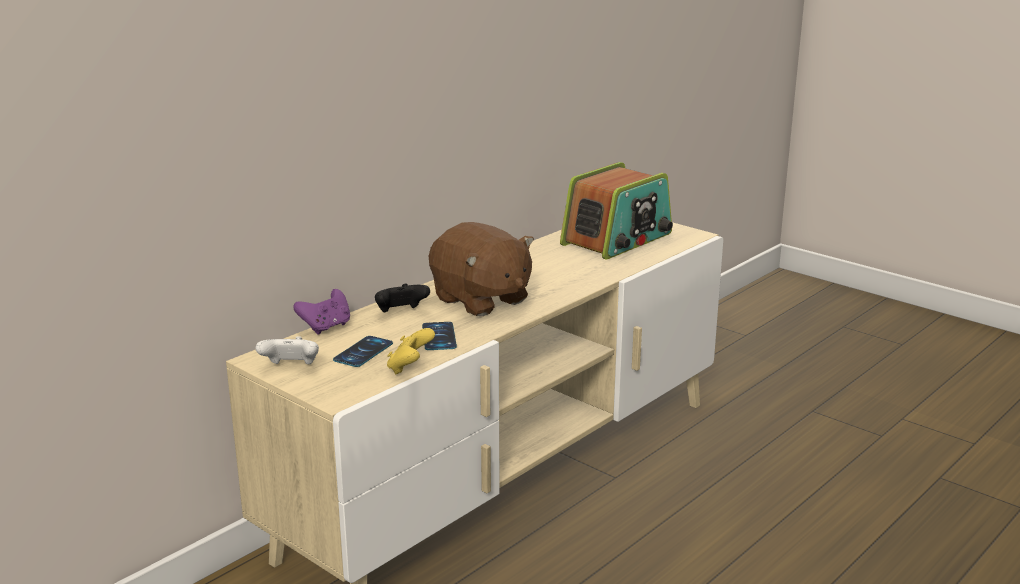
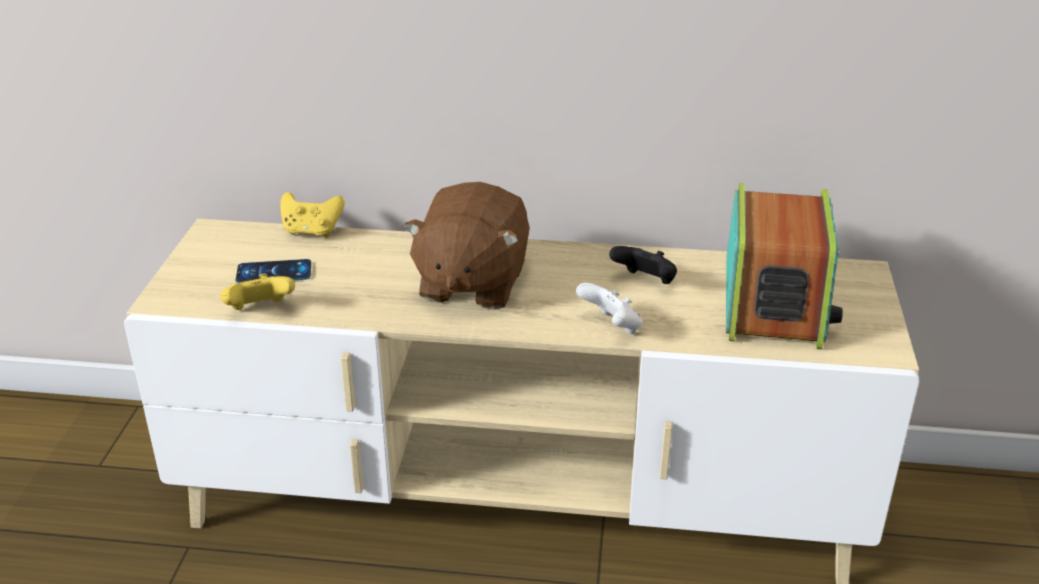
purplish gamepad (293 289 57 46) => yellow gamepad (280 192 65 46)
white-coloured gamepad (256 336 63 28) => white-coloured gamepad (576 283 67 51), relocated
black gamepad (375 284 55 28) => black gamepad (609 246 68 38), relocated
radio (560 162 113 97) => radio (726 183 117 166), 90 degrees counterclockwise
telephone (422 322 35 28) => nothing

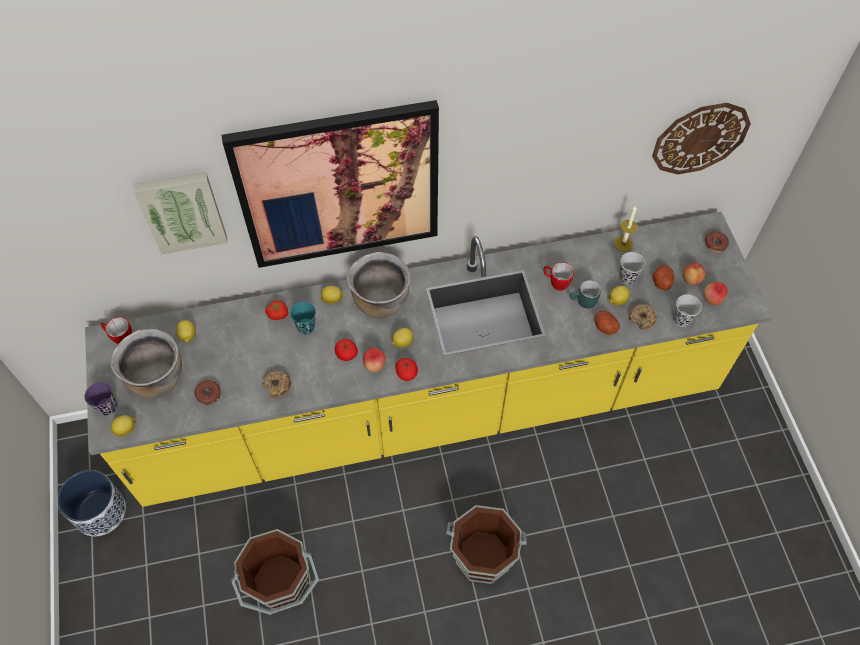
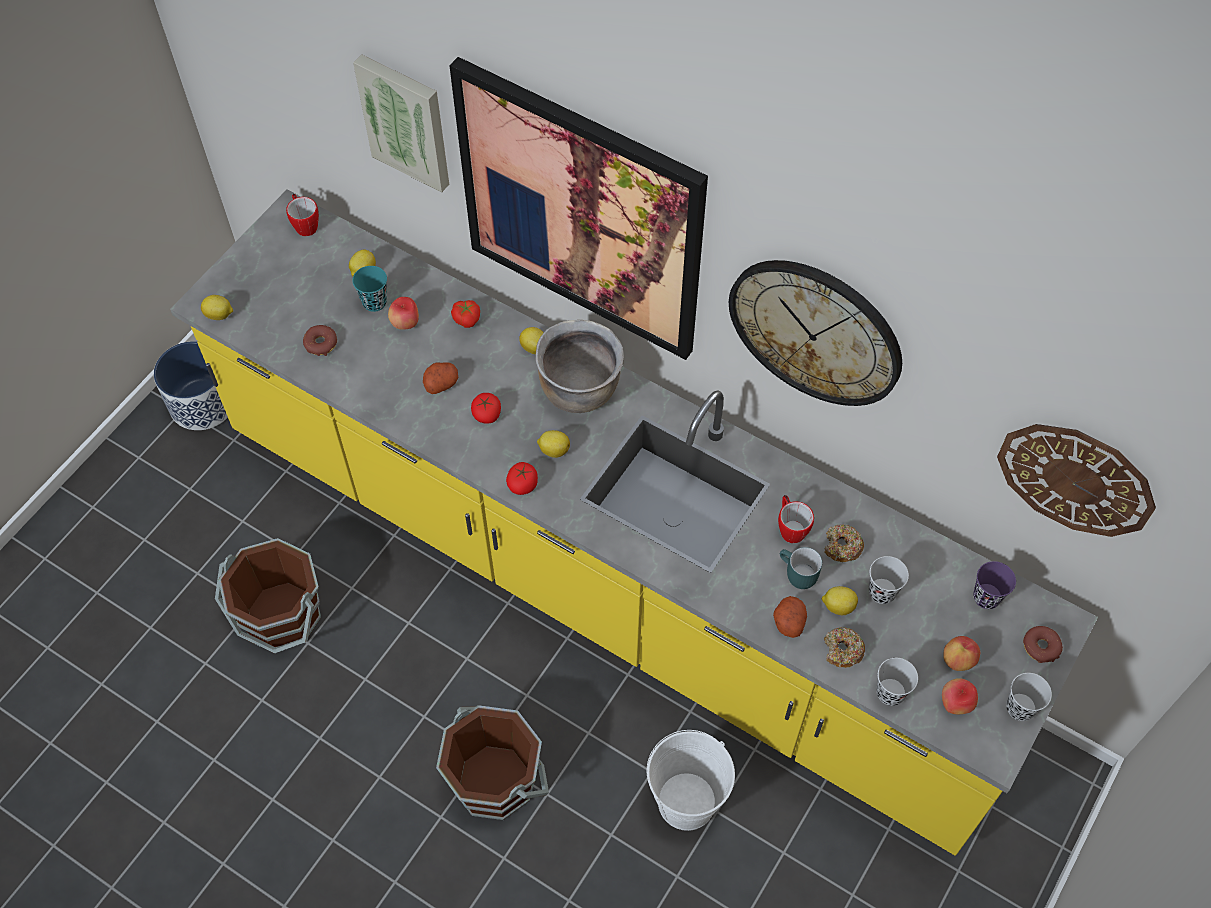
blue-green small cup (290 302 26 32) => blue-green small cup (352 266 35 46), relocated
apple fruit (363 348 23 25) => apple fruit (388 297 31 33), relocated
spud (653 265 21 25) => spud (423 362 35 32), relocated
nothing => white-coloured bucket (646 730 89 101)
nothing => clock on the wall (729 260 173 146)
donut (262 371 29 26) => donut (824 524 40 38), relocated
purplish small cup (85 382 32 33) => purplish small cup (973 561 43 48), relocated
nothing => black small cup (1006 673 46 48)
brownish cooking pot (111 329 71 70) => nothing
wax candle (614 205 23 47) => nothing

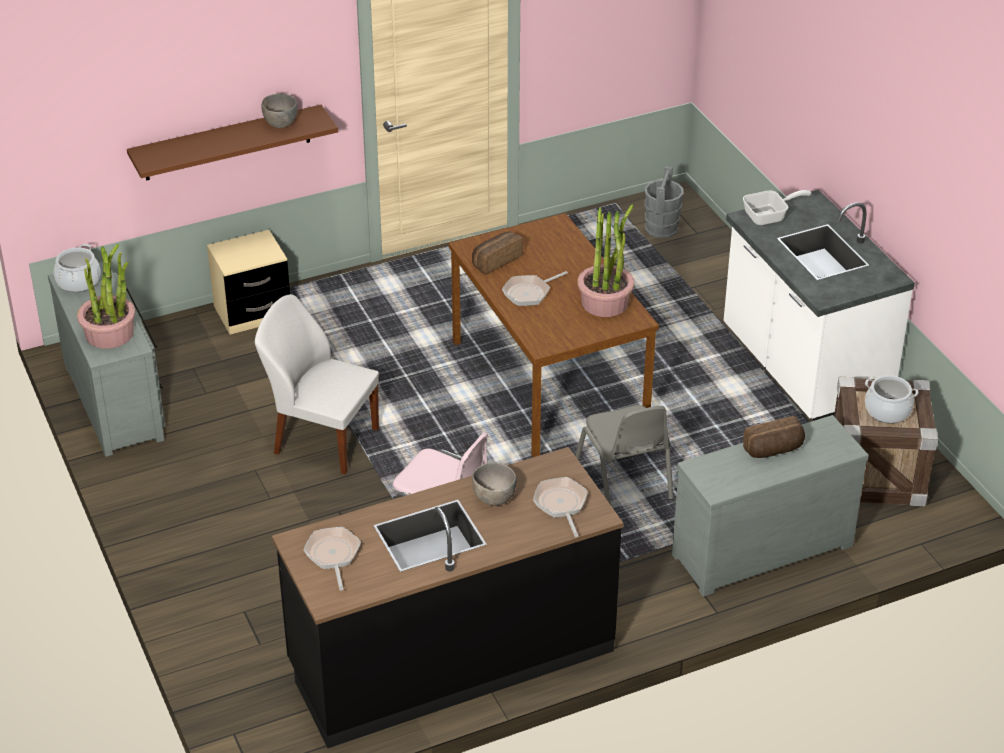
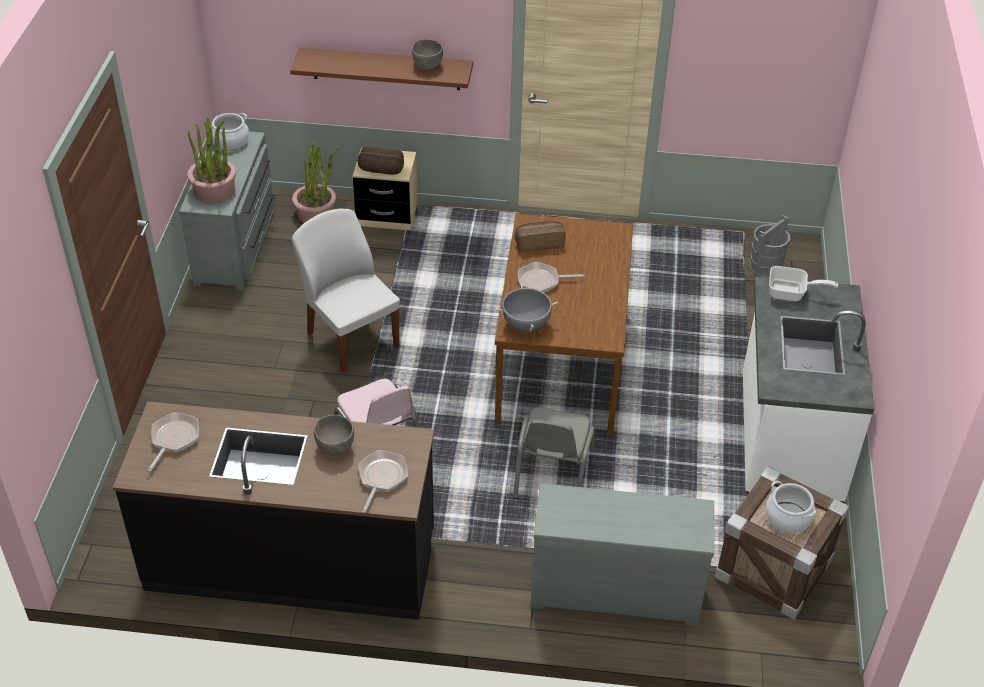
plant in a pot (577 204 57 113) => plant in a pot (292 141 47 82), relocated
bakery bread (743 416 62 42) => bakery bread (358 147 46 28), relocated
nothing => grey cooking pot (496 284 62 48)

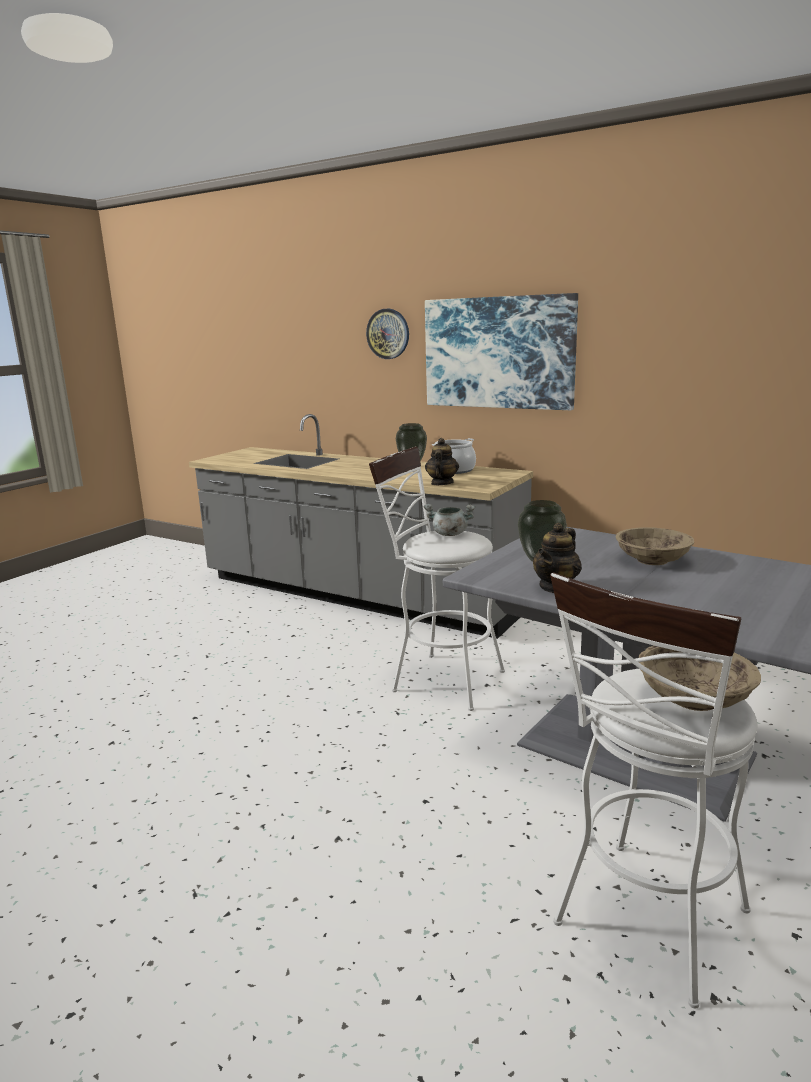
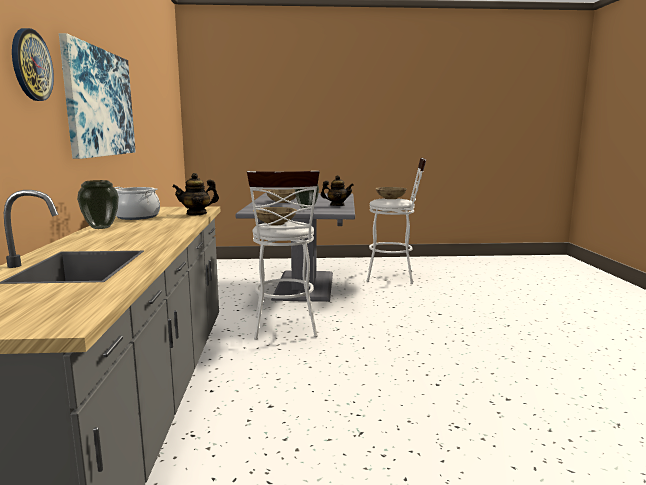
grey cooking pot (423 504 52 32) => sand-coloured serving bowl (253 207 44 18)

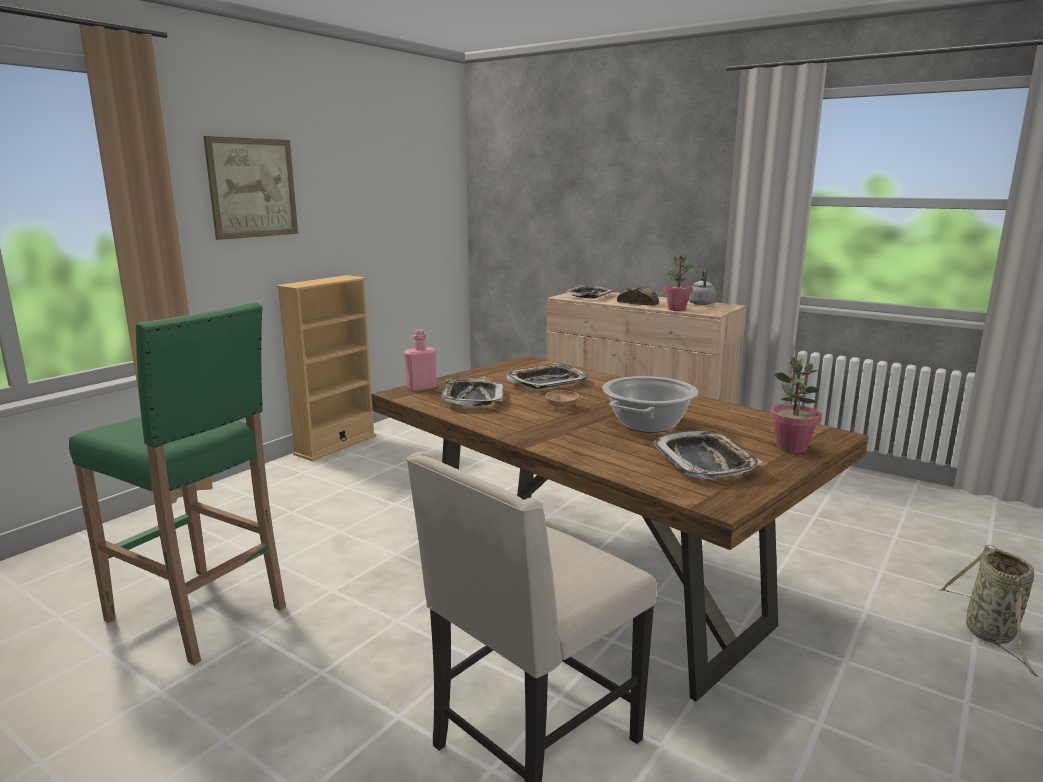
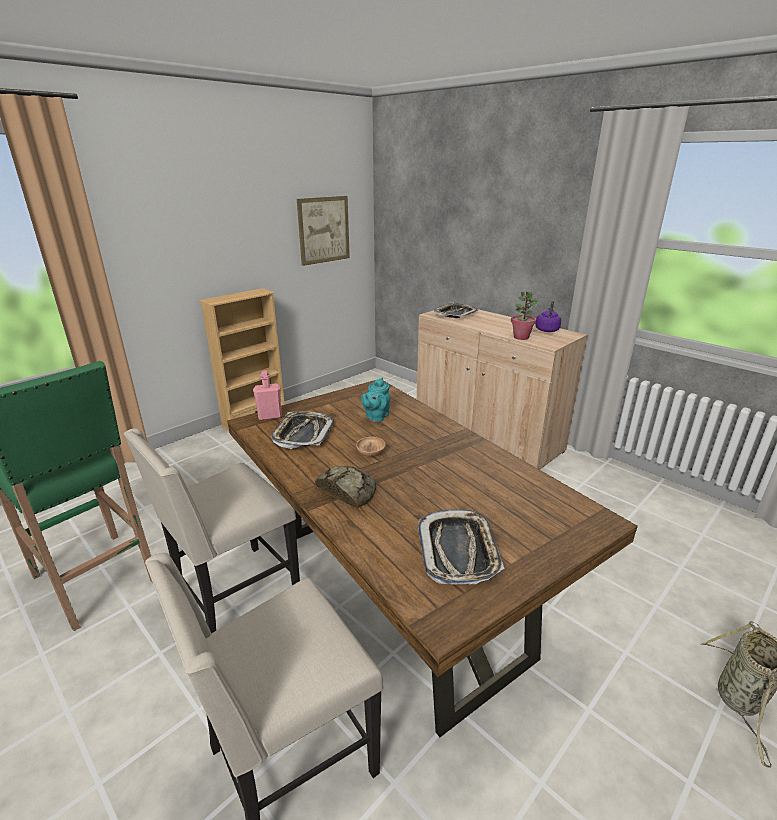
nothing => sand-coloured upright chair (124 428 176 205)
wall picture (203 136 95 104) => wall picture (297 196 53 70), relocated
bakery bread (617 287 42 19) => bakery bread (315 466 61 42), relocated
serving tray (506 363 83 26) => blue-green pot for tea (361 378 29 44)
grey kettle (688 269 28 36) => purplish kettle (536 300 25 32)
cooking pot (602 376 96 57) => nothing
plant in a pot (770 357 52 96) => nothing

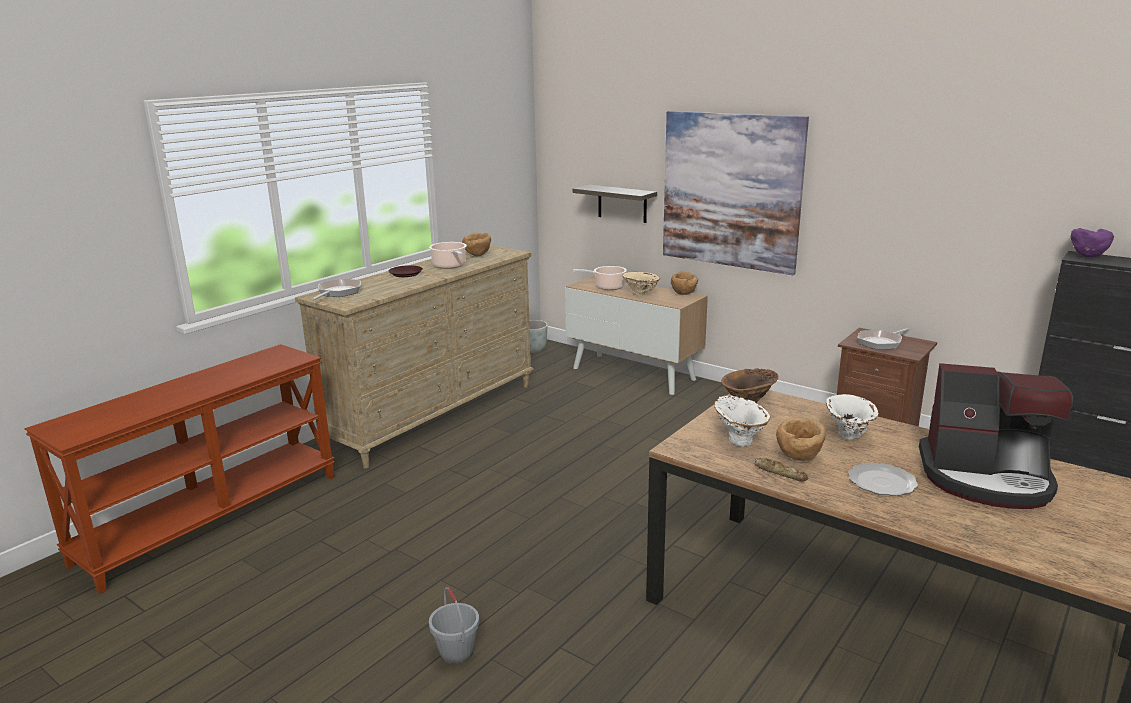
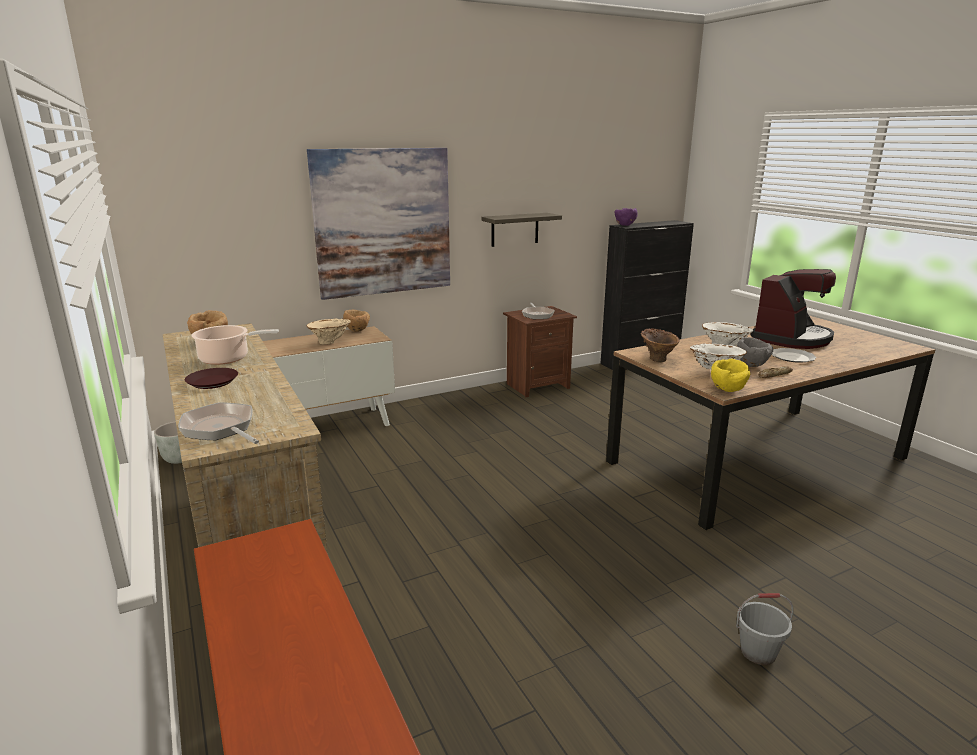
bracket shelf (573 185 84 38) => bracket shelf (481 213 81 34), relocated
nothing => yellow serving bowl (711 358 39 34)
brownish serving bowl (776 418 50 43) => grey serving bowl (737 337 36 30)
cooking pot (573 266 54 24) => nothing

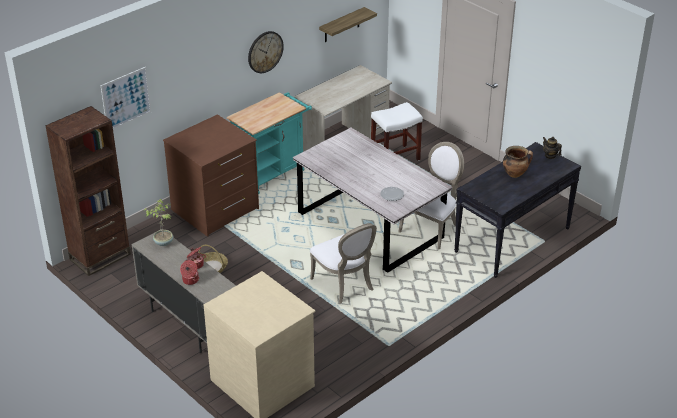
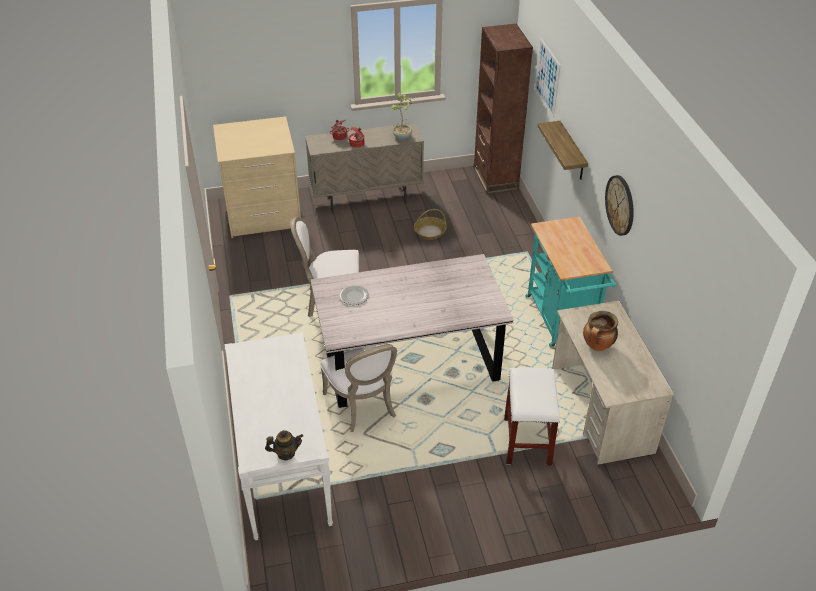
black console table (454 142 127 136) => white-coloured console table (224 332 109 208)
bracket shelf (319 7 58 35) => bracket shelf (538 121 50 59), relocated
cooking pot (503 146 30 32) => cooking pot (583 311 35 40), relocated
brownish chest of drawers (163 114 96 123) => nothing

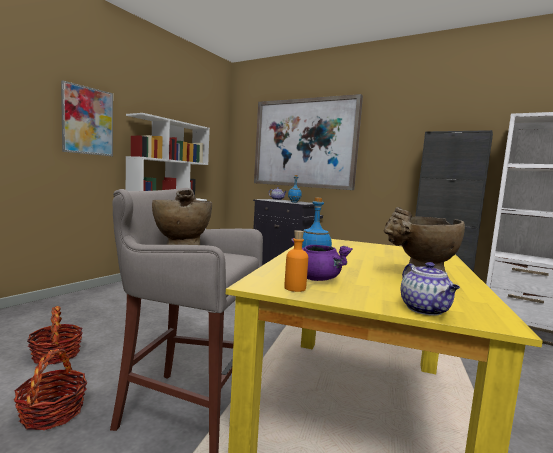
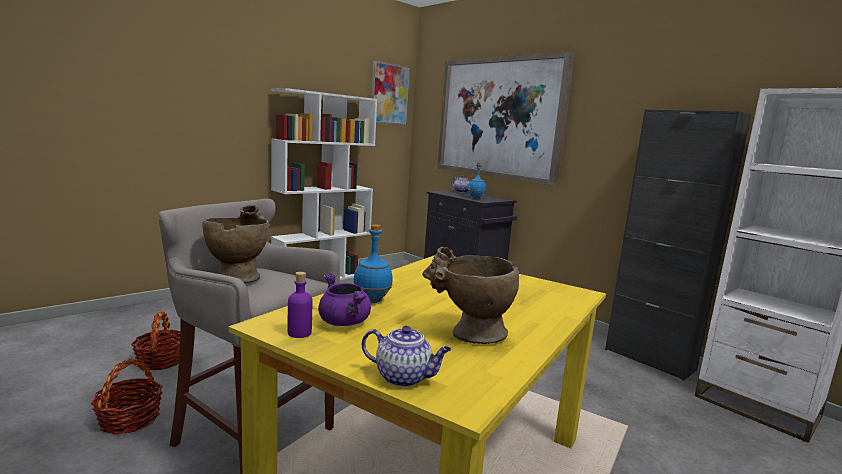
orangey bottle (284 230 24 62) => purplish bottle (288 272 24 66)
pot for tea (401 262 59 54) => pot for tea (362 326 89 61), 75 degrees counterclockwise
wall picture (61 80 52 76) => wall picture (371 60 39 65), relocated

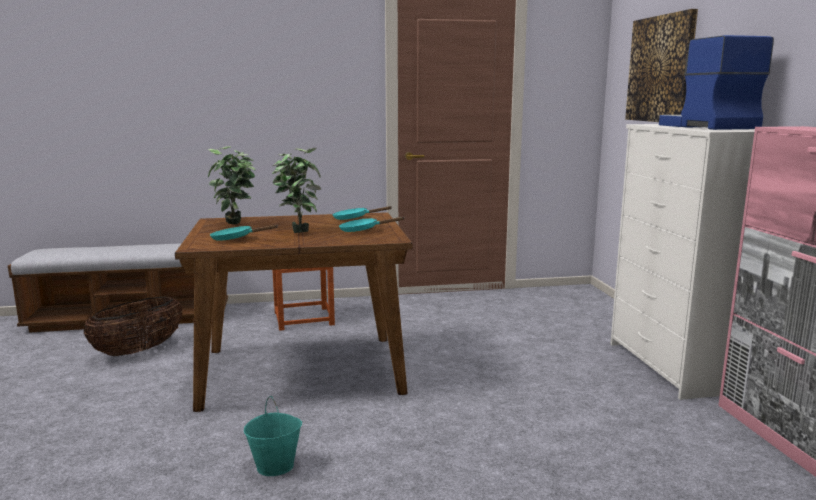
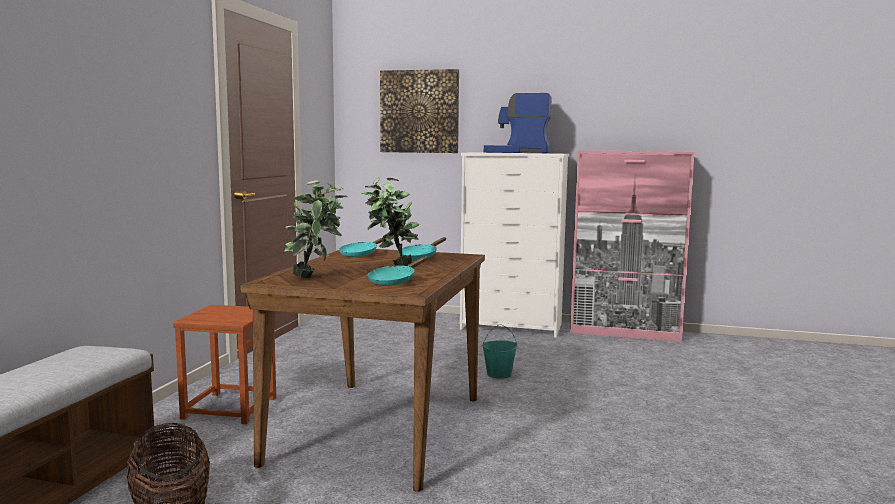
blue-green bucket (244 396 58 80) => blue-green bucket (482 324 35 55), relocated

